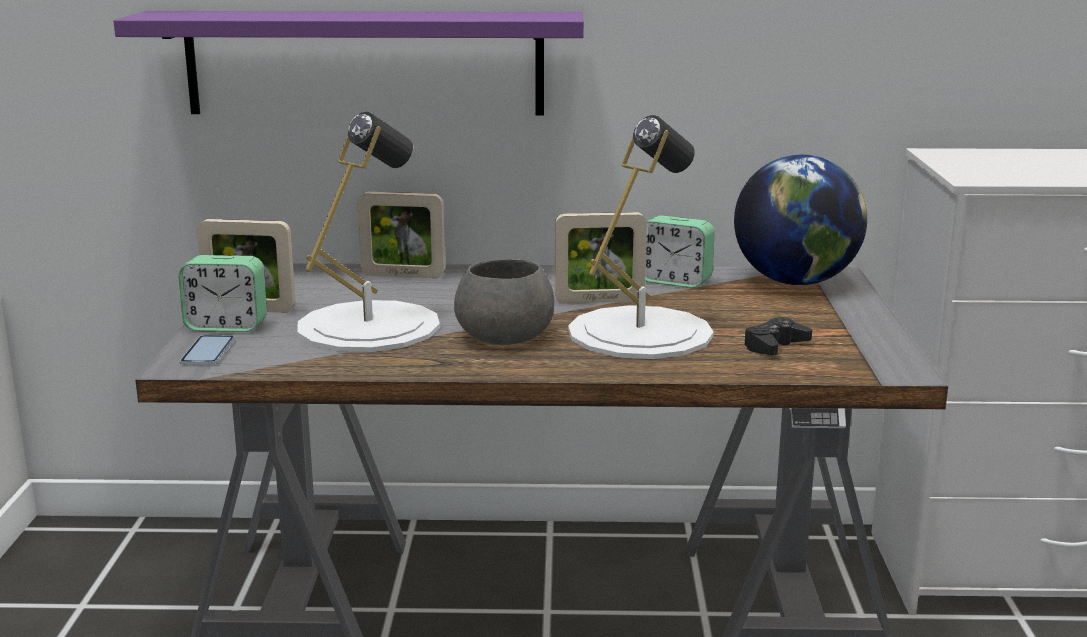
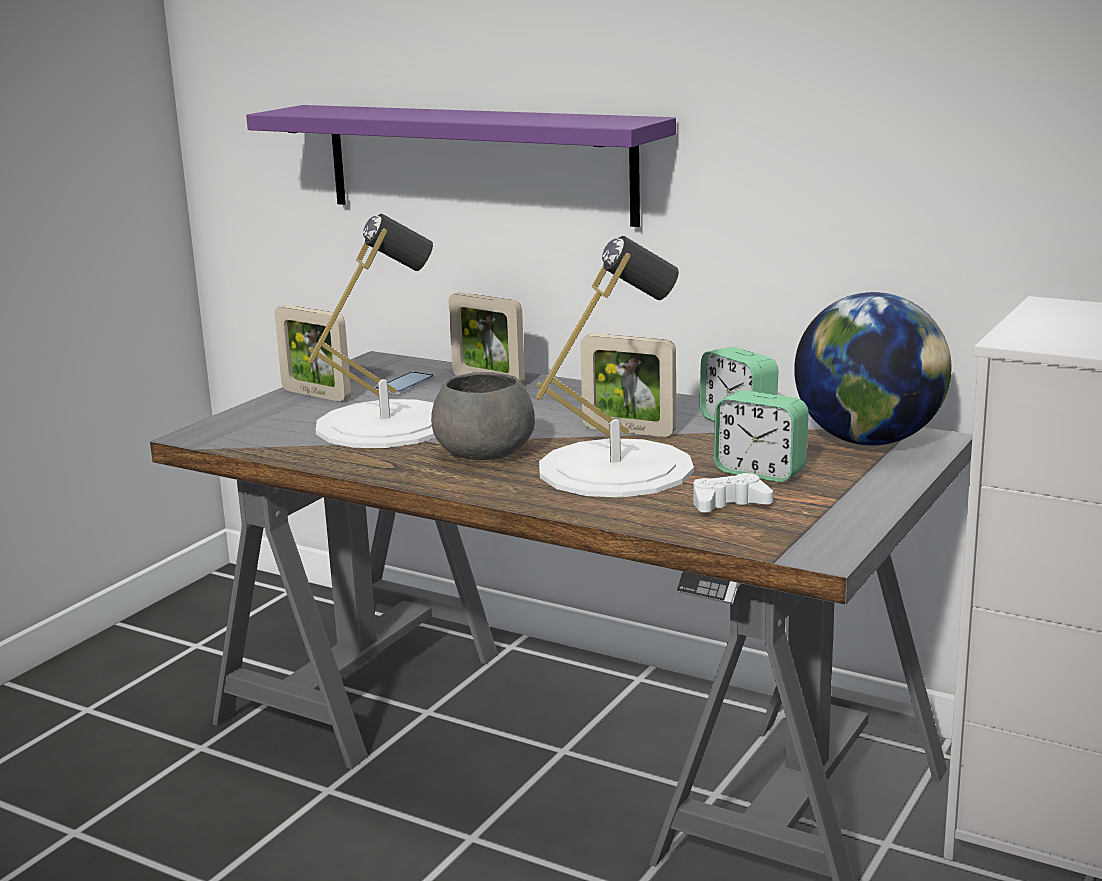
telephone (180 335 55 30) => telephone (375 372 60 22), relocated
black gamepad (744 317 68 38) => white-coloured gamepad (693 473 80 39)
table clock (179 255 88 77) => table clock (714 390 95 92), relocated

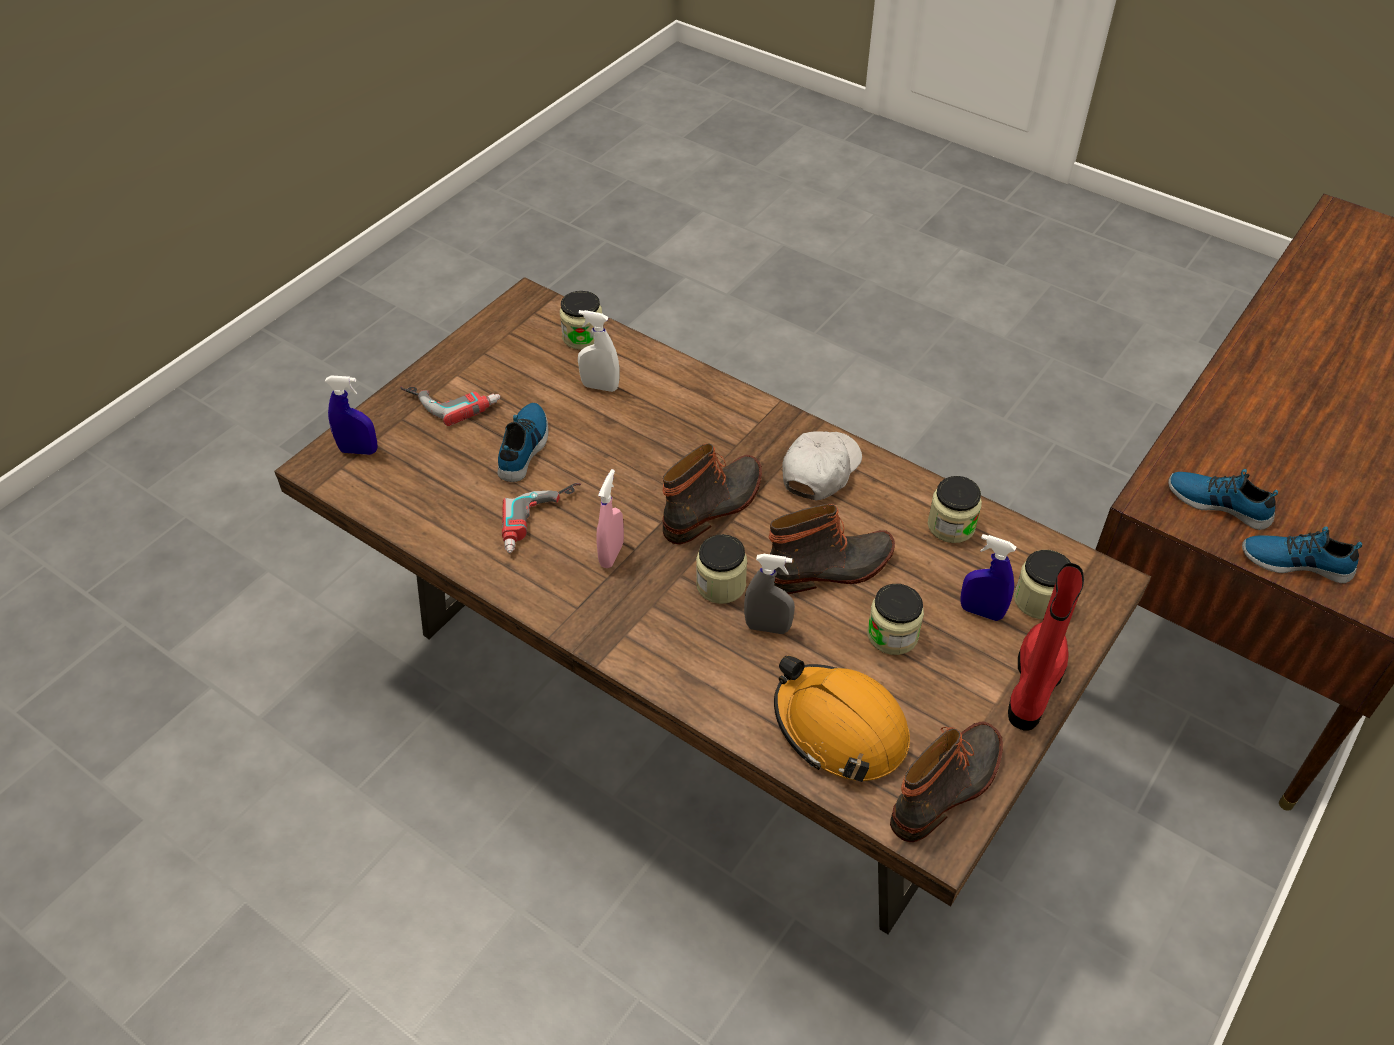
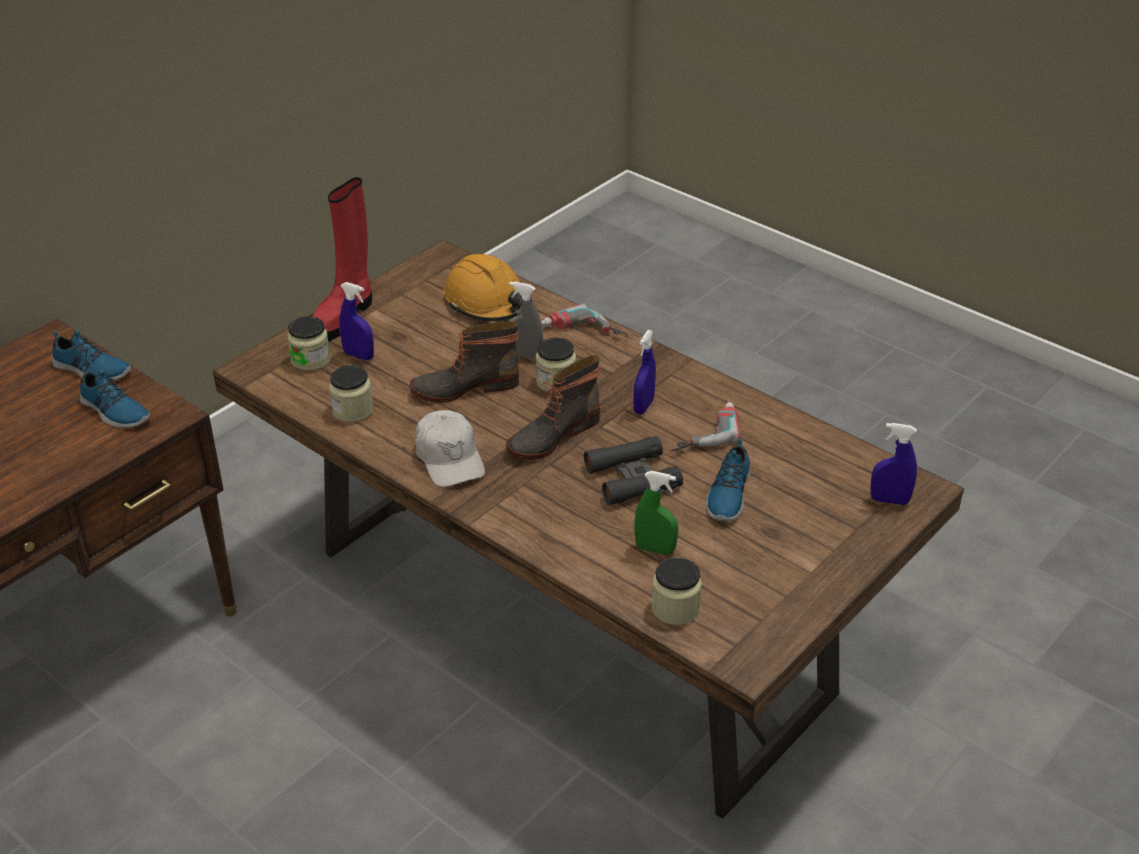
white-coloured peaked cap (782 431 80 69) => white-coloured peaked cap (415 410 70 77), 60 degrees counterclockwise
drill (400 386 101 40) => drill (541 304 87 33), relocated
nothing => black binoculars (584 436 99 69)
pink spray bottle (596 469 28 99) => blue spray bottle (633 330 23 84)
white-coloured spray bottle (578 310 41 82) => greenish spray bottle (634 471 44 84)
storage jar (867 584 57 71) => nothing
boot (890 721 113 121) => nothing

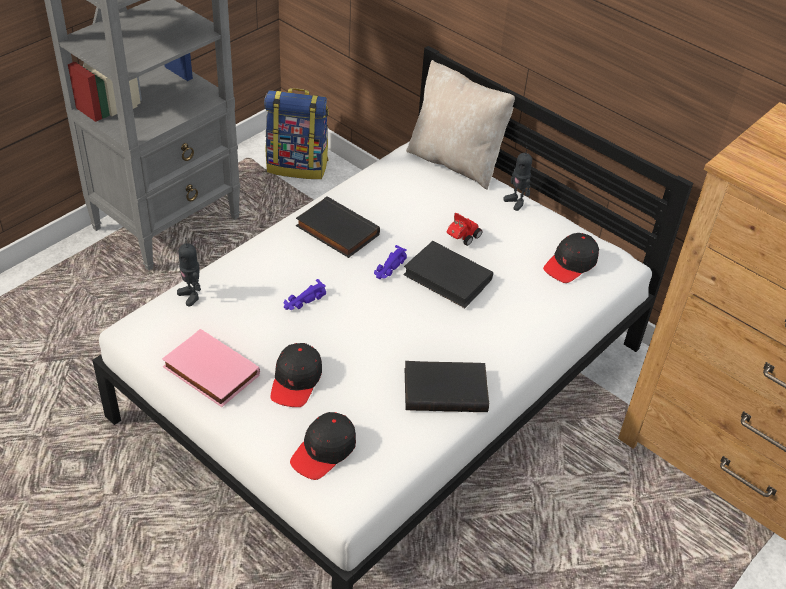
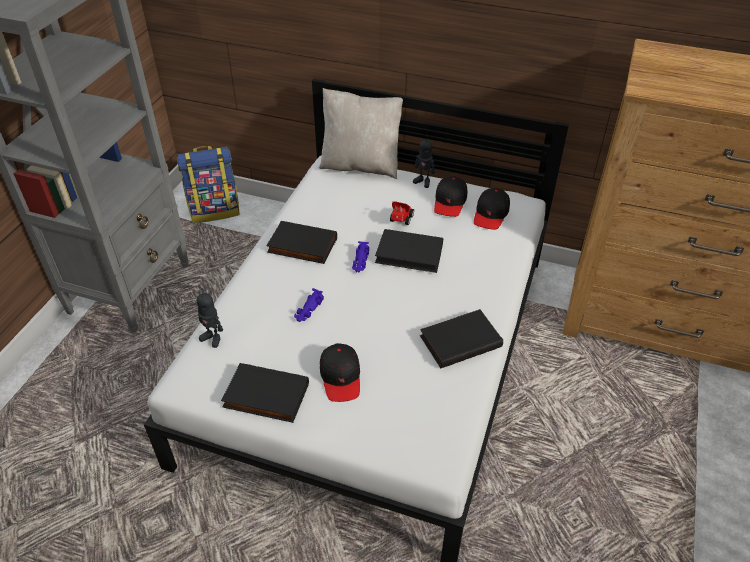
pink bound book (162 329 98 78) => black bound book (221 363 88 60)
black peaked cap (290 412 66 68) => black peaked cap (434 176 33 41), relocated

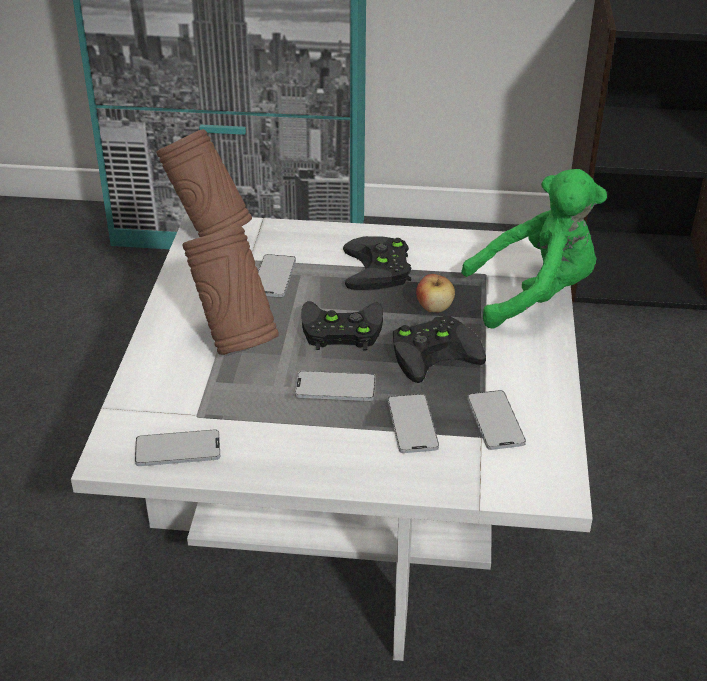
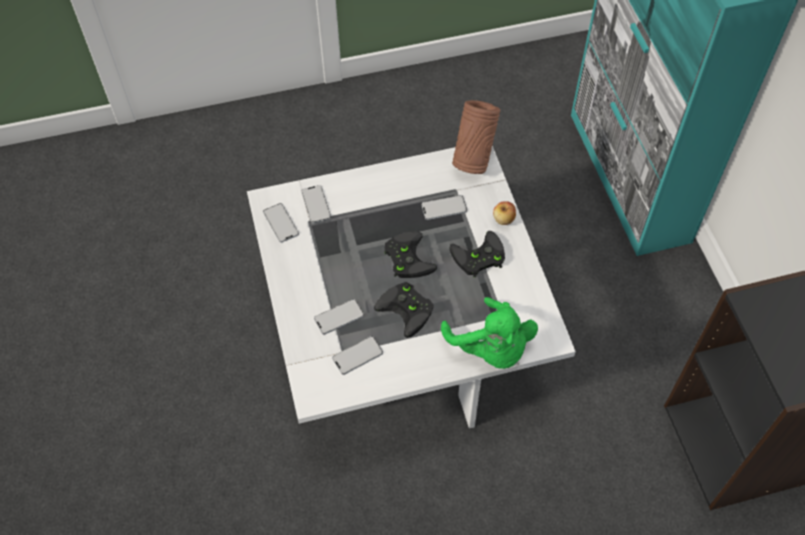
telephone (295 371 81 30) => telephone (301 185 30 38), relocated
apple fruit (416 273 39 39) => apple fruit (493 201 23 24), relocated
brownish decorative vase (182 226 97 129) => nothing

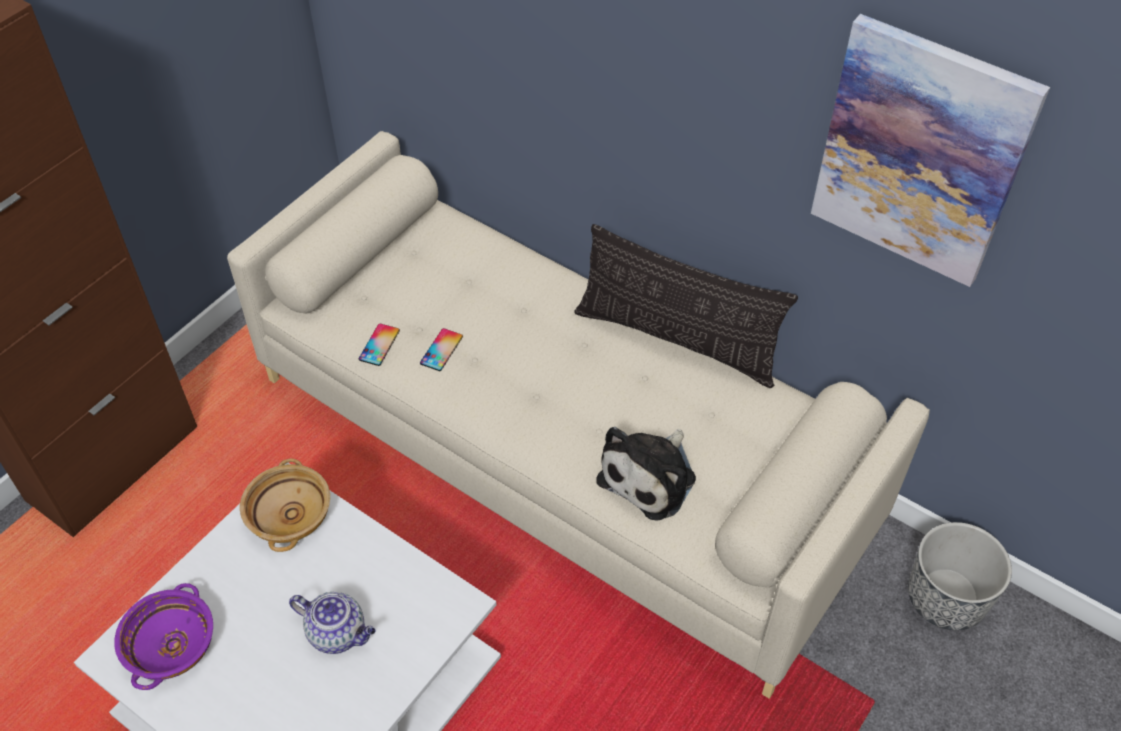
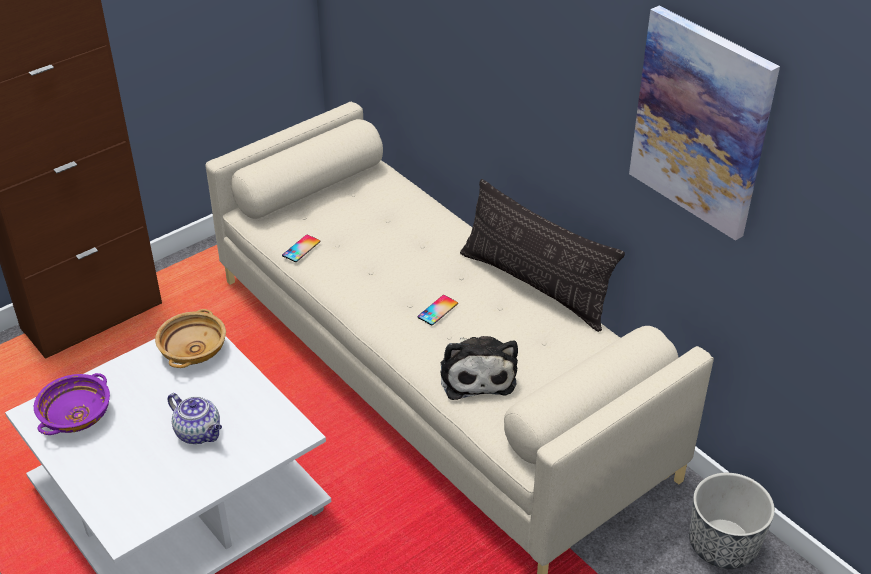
telephone (420 328 43 43) => telephone (417 295 41 30), relocated
cuddly toy (596 427 100 94) => cuddly toy (440 336 78 64), 60 degrees counterclockwise

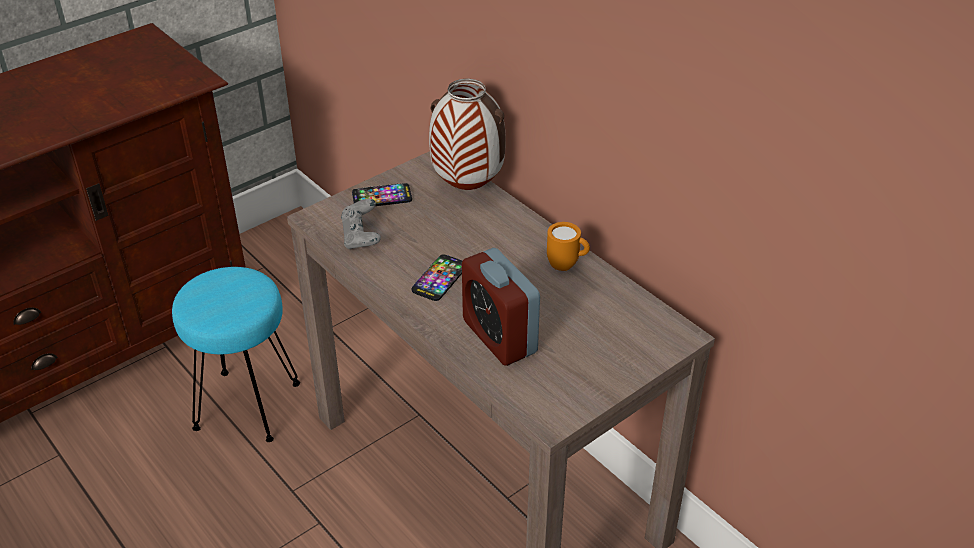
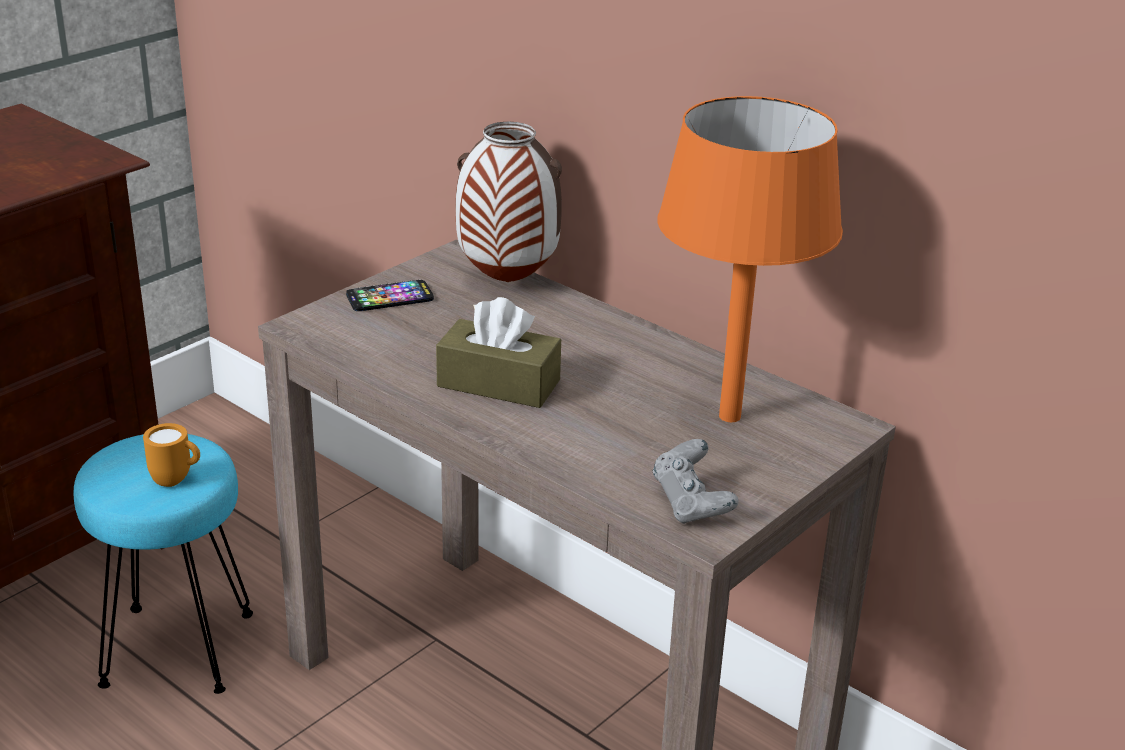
orangey coffee mug (547 222 43 49) => orangey coffee mug (143 423 57 64), relocated
telephone (412 254 50 47) => brownish tissue holder (436 297 125 111)
grey gamepad (341 199 40 50) => grey gamepad (652 439 86 85), relocated
nothing => orangey tabletop lamp (658 96 185 326)
table clock (462 248 78 118) => nothing

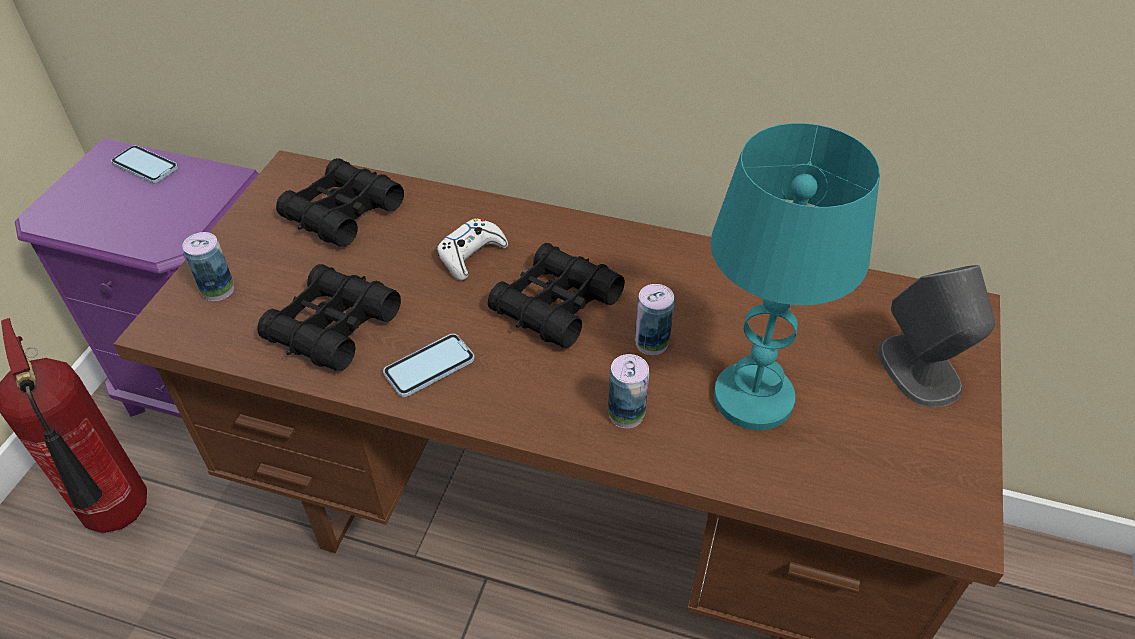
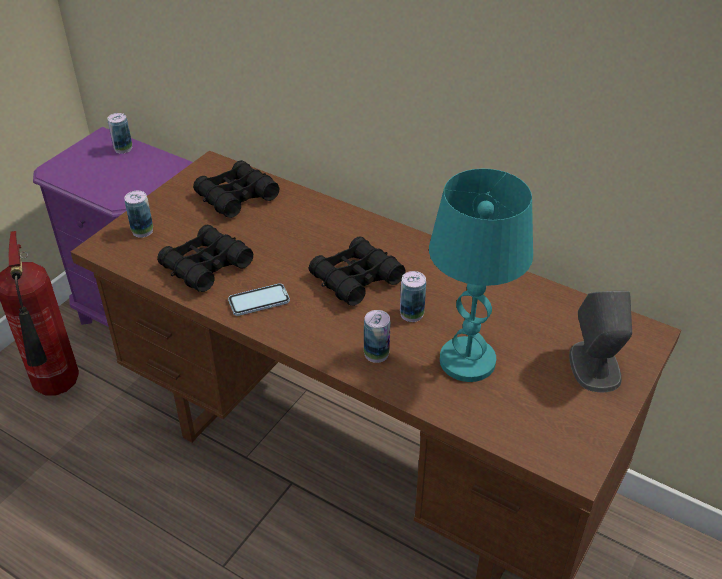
telephone (111 145 67 38) => sealed can (107 113 25 41)
white-coloured gamepad (437 218 71 62) => nothing

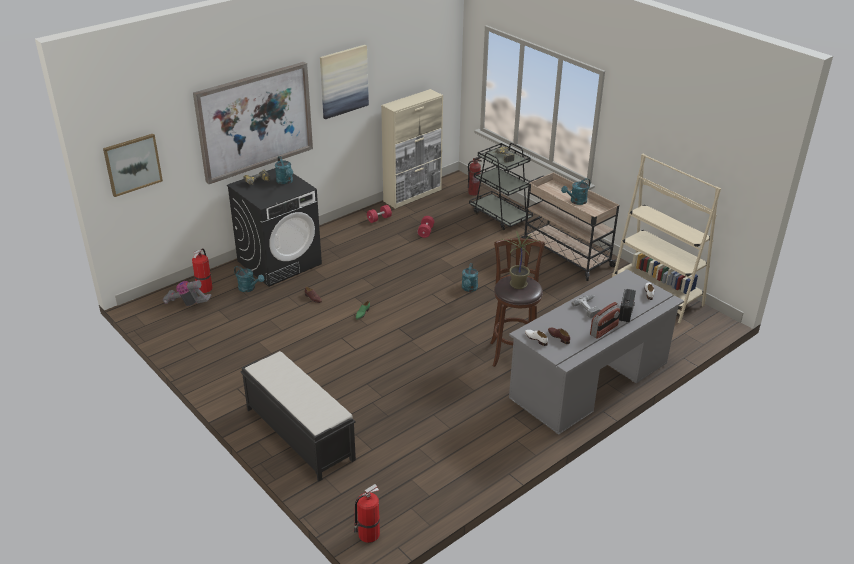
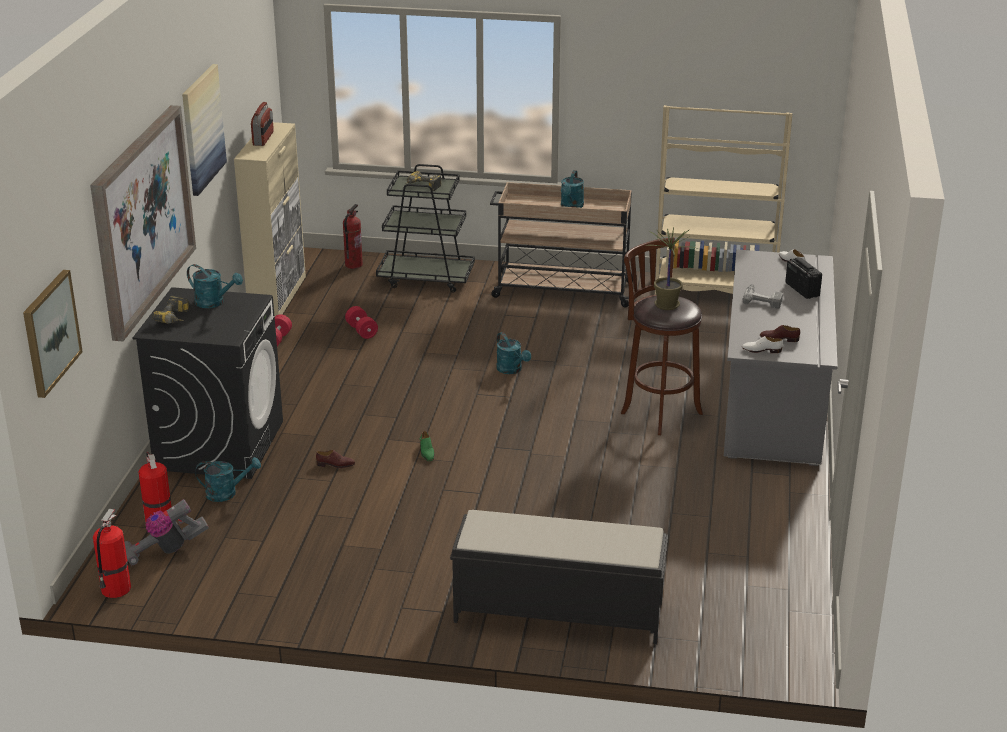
extinguisher (354 484 26 59) => extinguisher (93 509 38 89), relocated
radio (590 302 30 37) => radio (251 102 23 44), relocated

